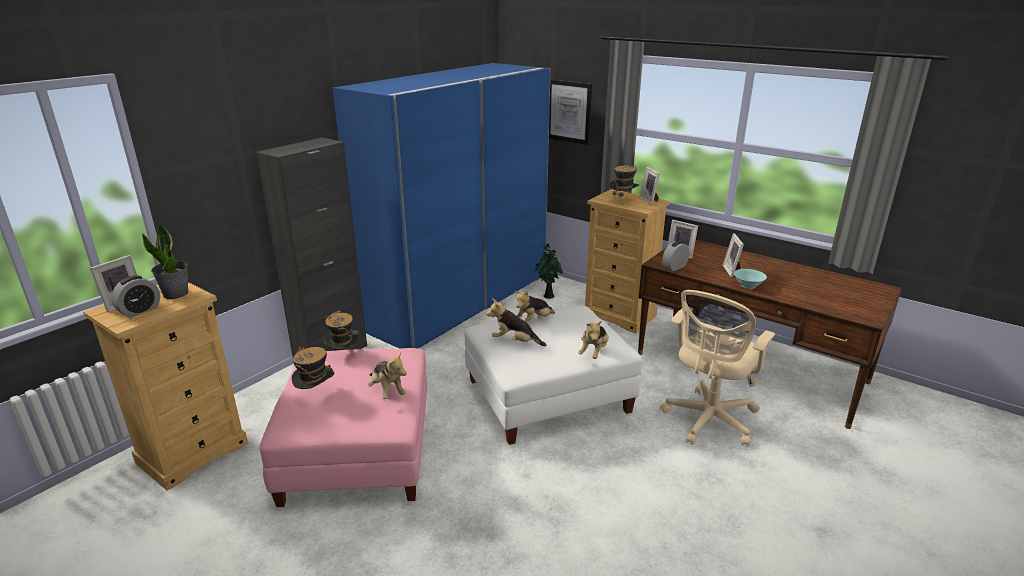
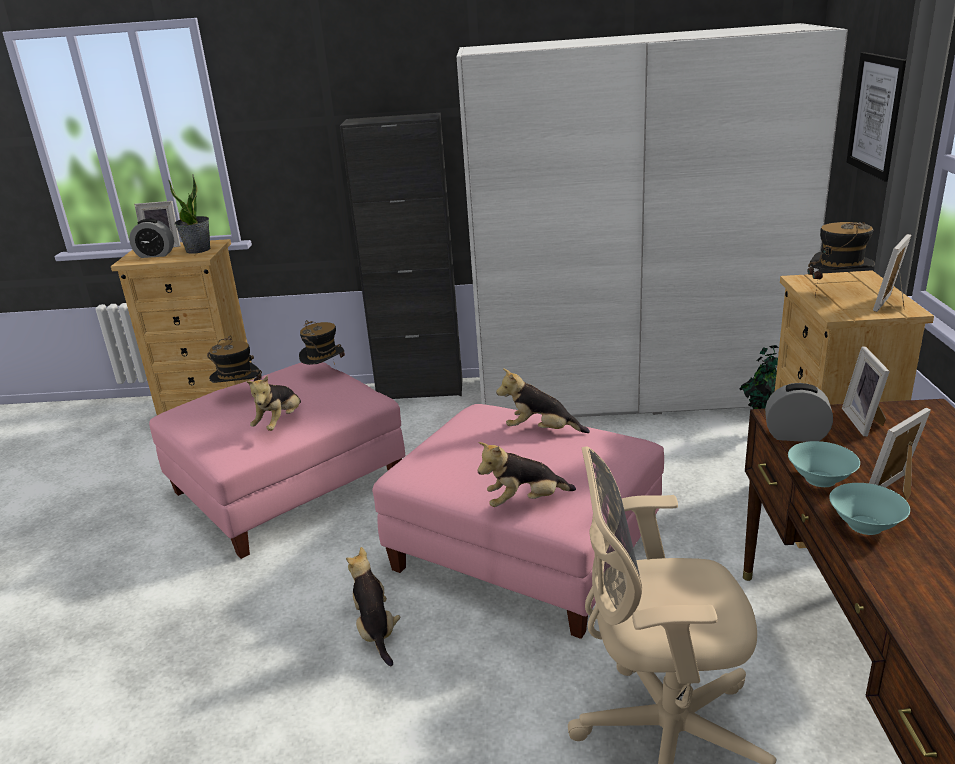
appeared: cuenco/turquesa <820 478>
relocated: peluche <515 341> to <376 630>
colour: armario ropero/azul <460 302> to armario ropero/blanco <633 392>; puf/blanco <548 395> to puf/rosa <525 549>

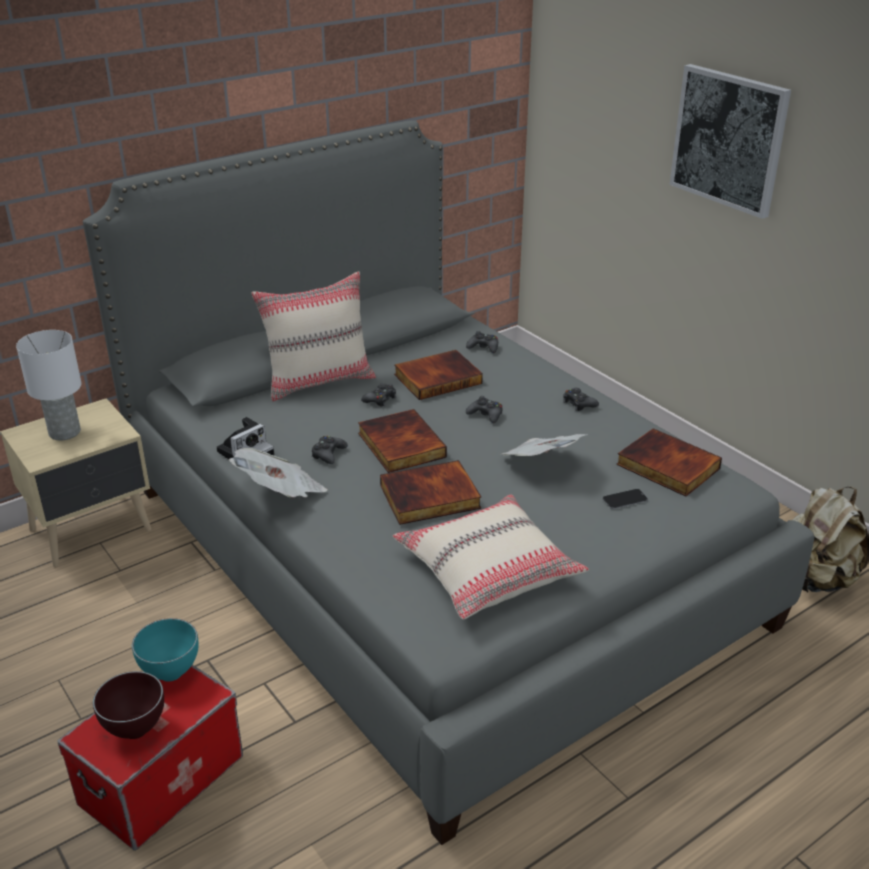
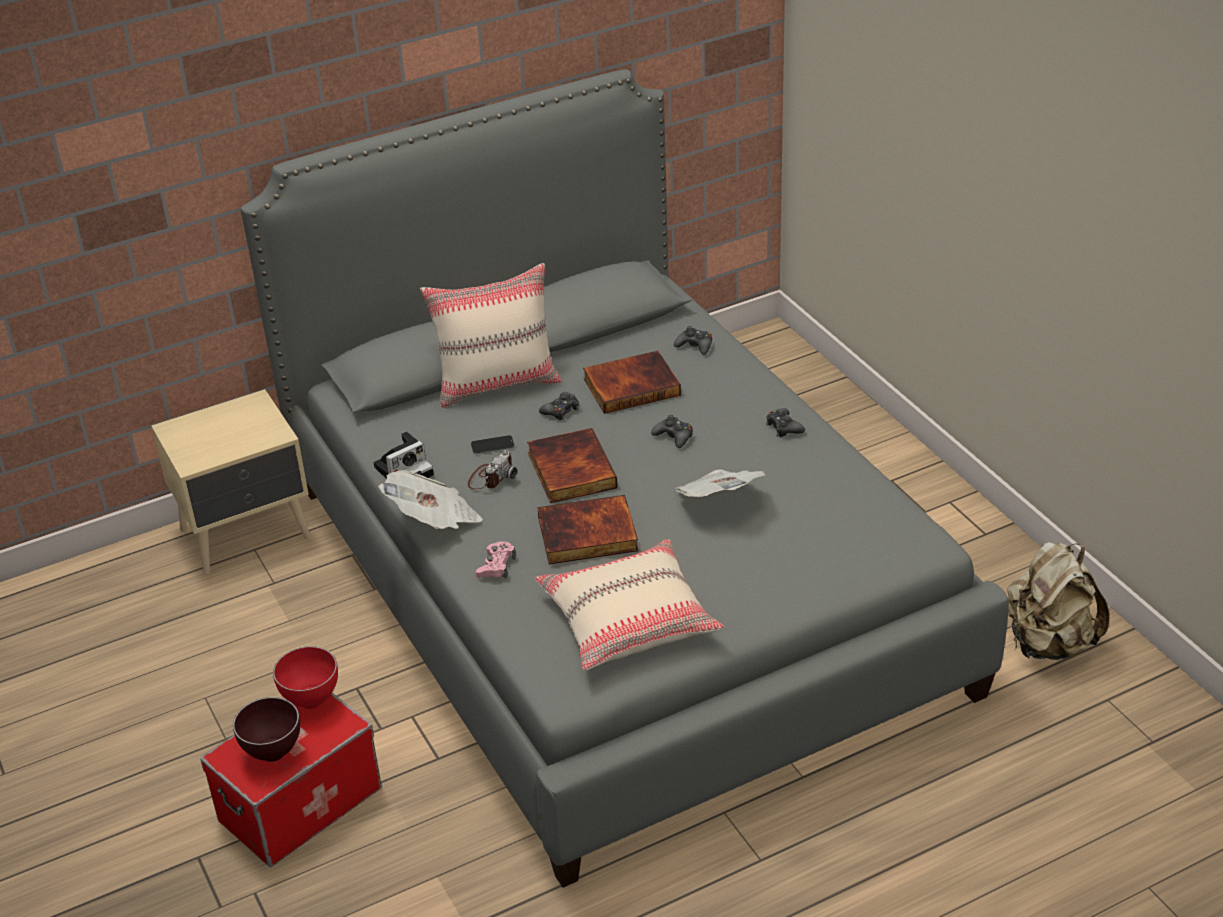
missing: cuadro <729 139>; lámpara de mesa/blanco <64 432>; libro <666 467>
appeared: mando de consola/rosa <496 566>
relocated: móvil <625 500> to <492 446>
exchanged: mando de consola/negro <328 454> to cámara <491 477>
colour: cuenco/turquesa <171 675> to cuenco/rojo <311 702>

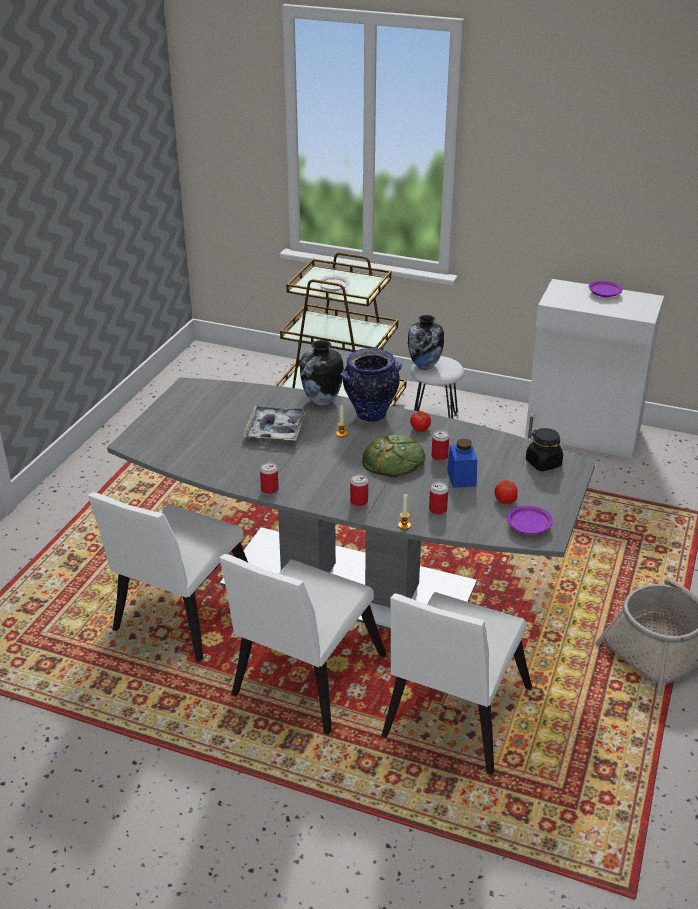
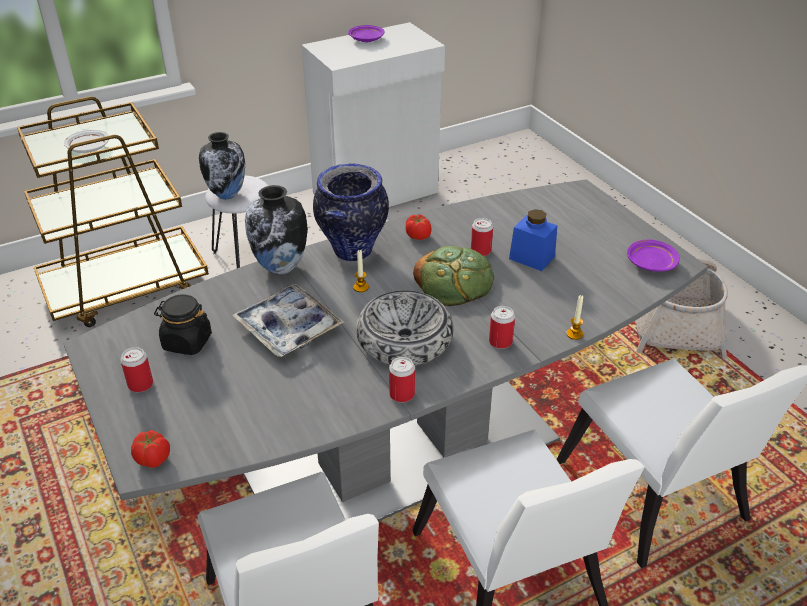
appeared: cuenco <404 340>
relocated: tarro/negro <543 463> to <187 342>; tomate <505 500> to <153 459>; lata <437 510> to <140 384>

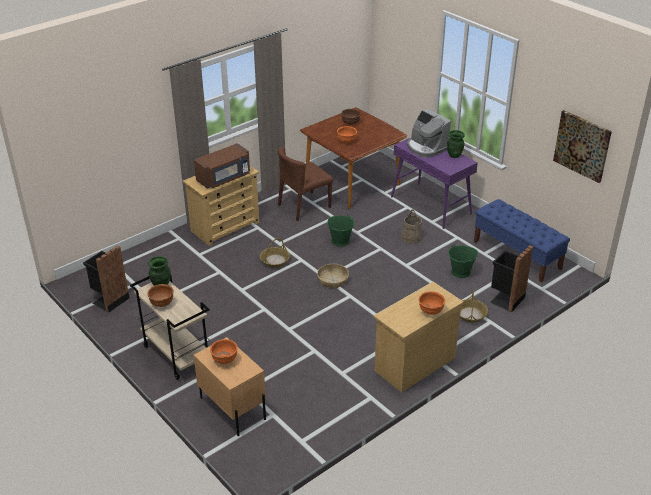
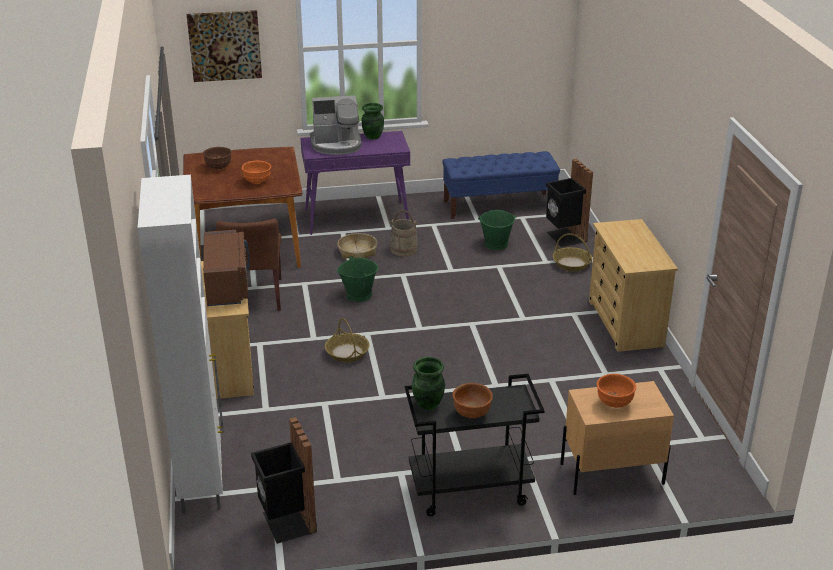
missing: cuenco/naranja <430 311>
appeared: armario/blanco <202 480>
relocated: cuadro <582 145> to <225 45>; cesta <333 280> to <357 252>
colour: carrito/beis <176 354> to carrito/negro <469 491>

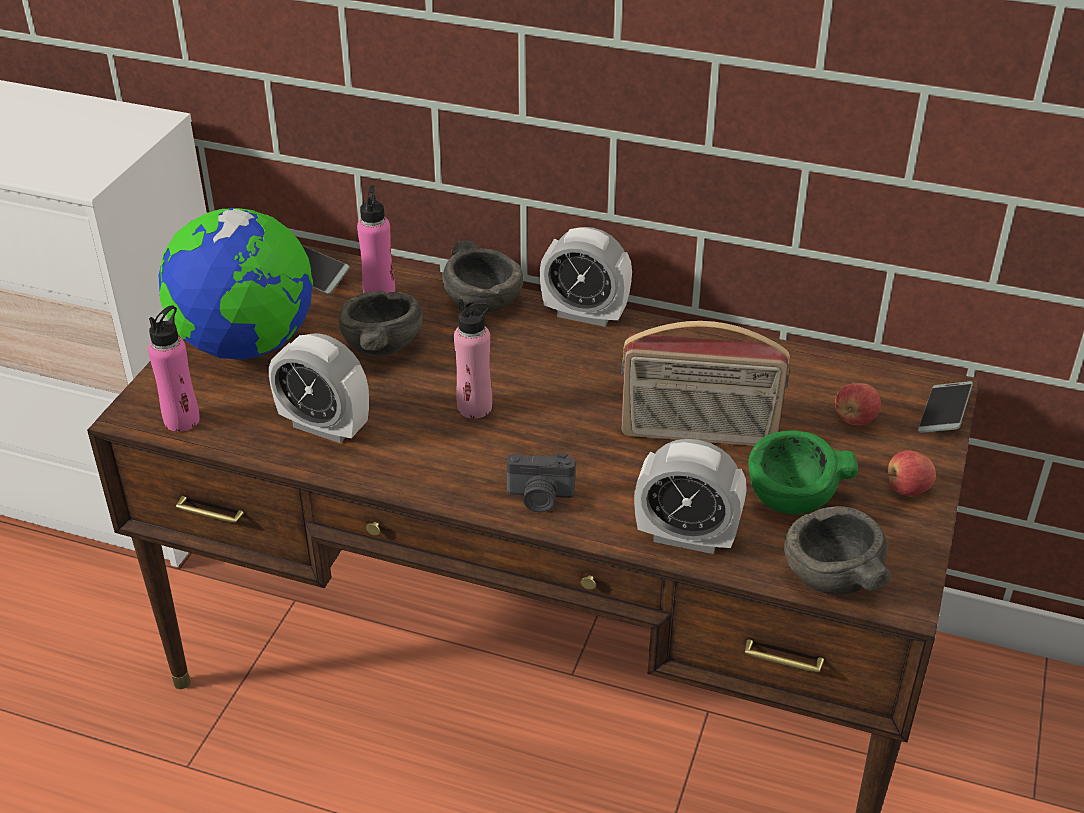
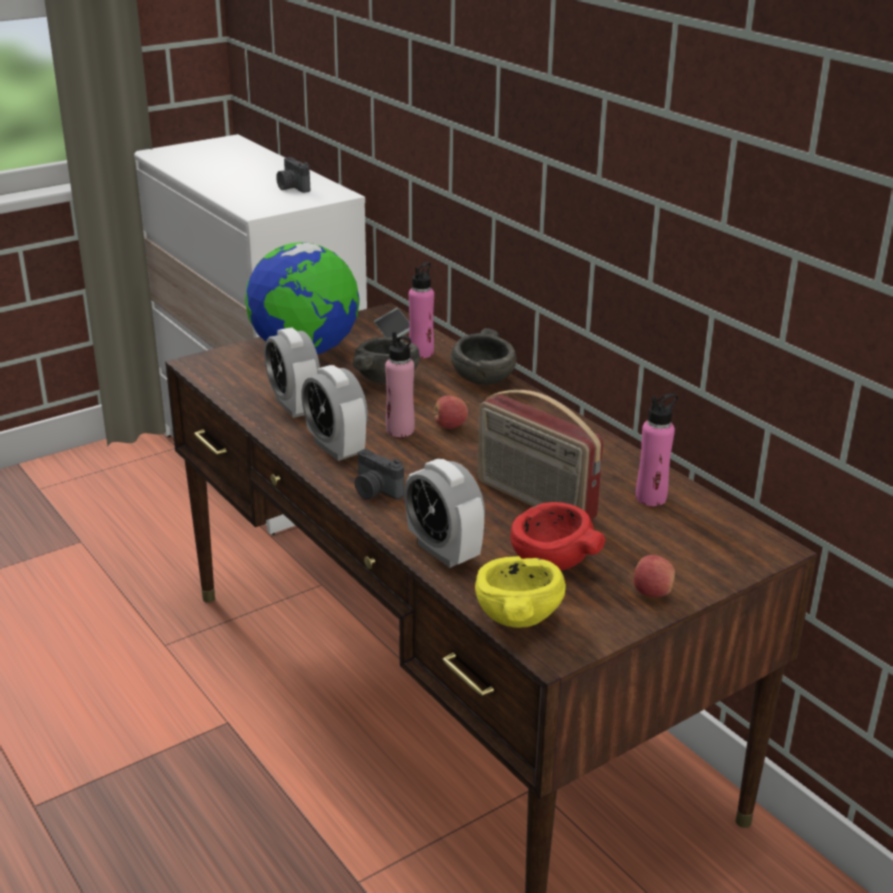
missing: móvil <944 414>
appeared: cámara <292 188>
relocated: despertador <584 314> to <336 448>; botella/rosa <182 420> to <651 498>; manzana <854 419> to <449 426>
colour: cuenco/verde <790 498> to cuenco/rojo <551 561>; cuenco/gris <830 576> to cuenco/amarillo <516 616>

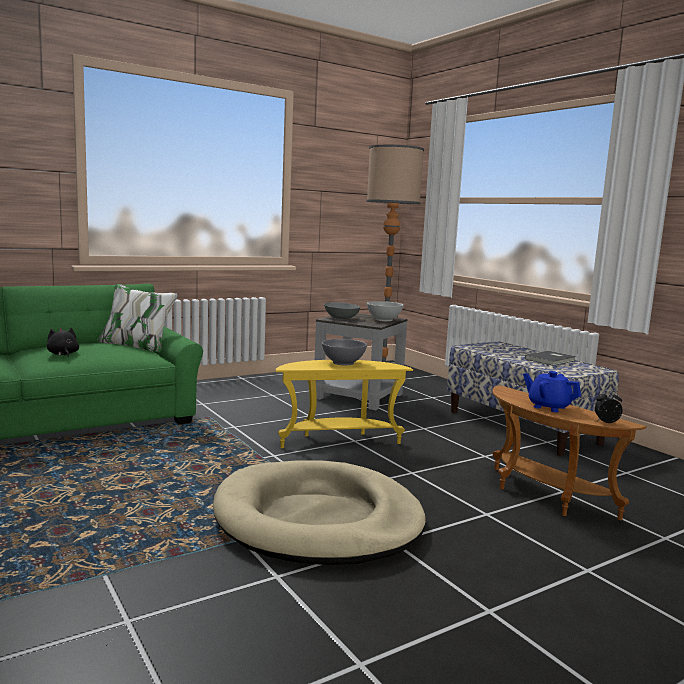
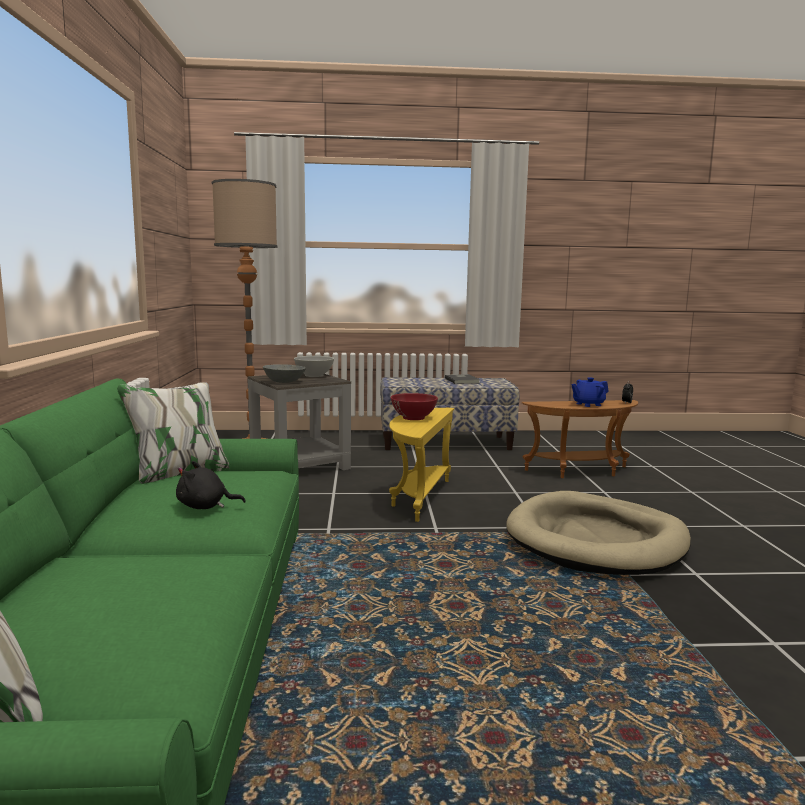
colour: cuenco/gris <343 363> to cuenco/rojo <414 418>

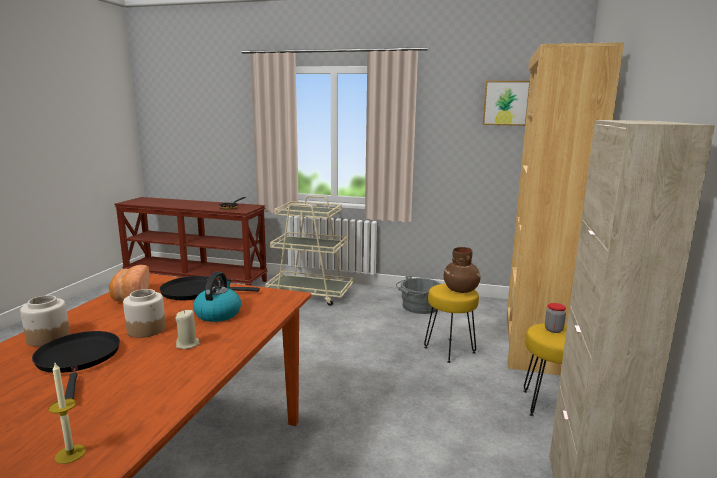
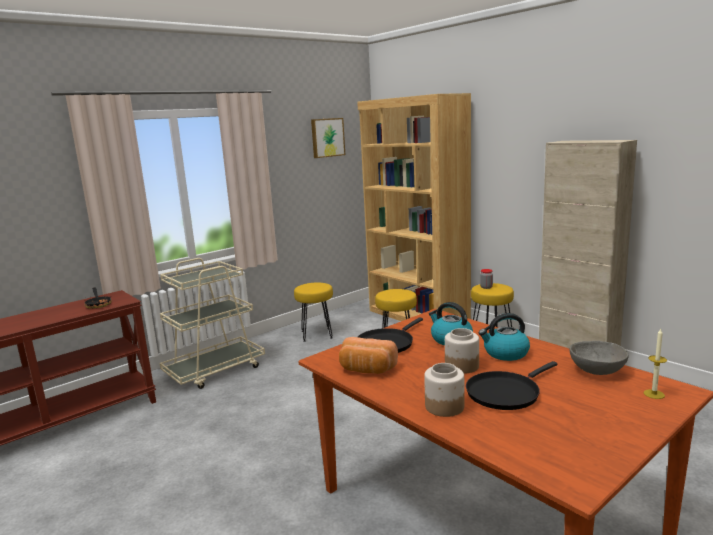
missing: florero/marrón <461 290>
appeared: cuenco/gris <596 371>
exchanged: cubo/gris <418 307> to taburete/amarillo <317 334>; vela/beis <188 344> to hervidor <505 353>
spun: sartén/negro <79 359> = <505 393> 45 degrees counterclockwise

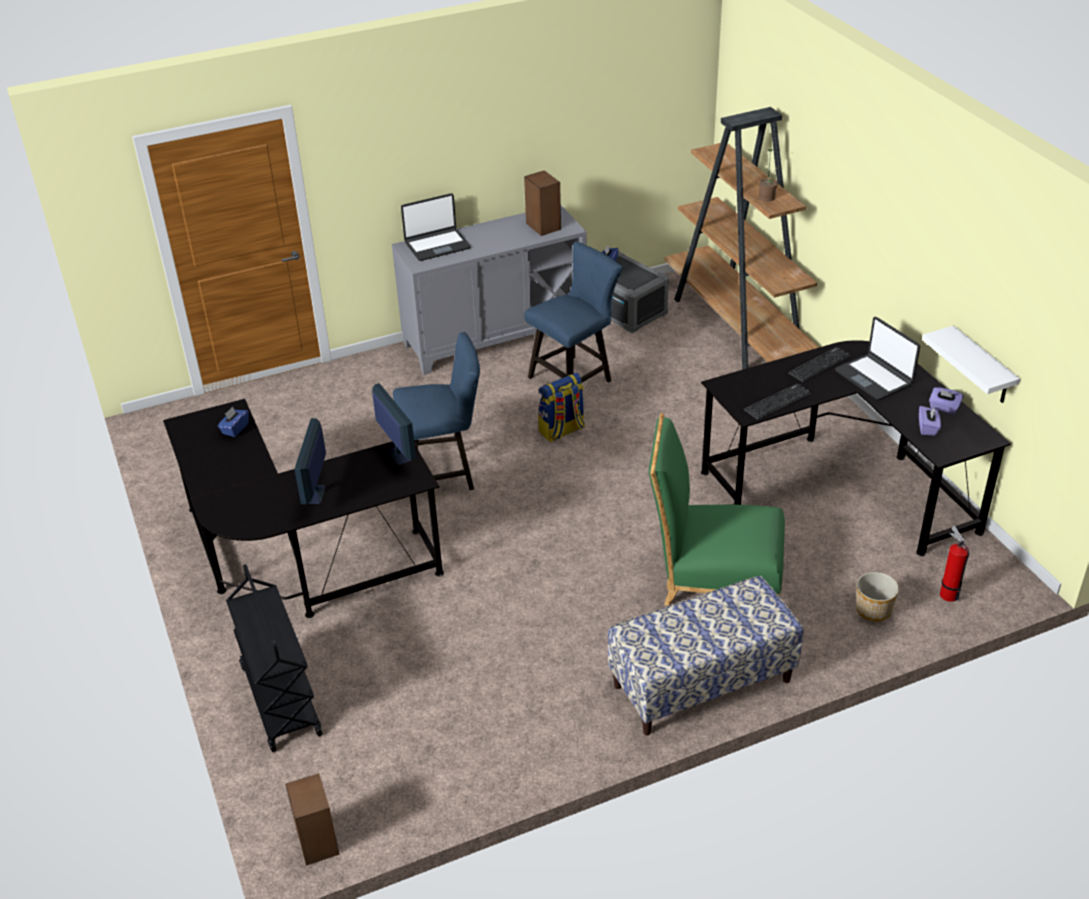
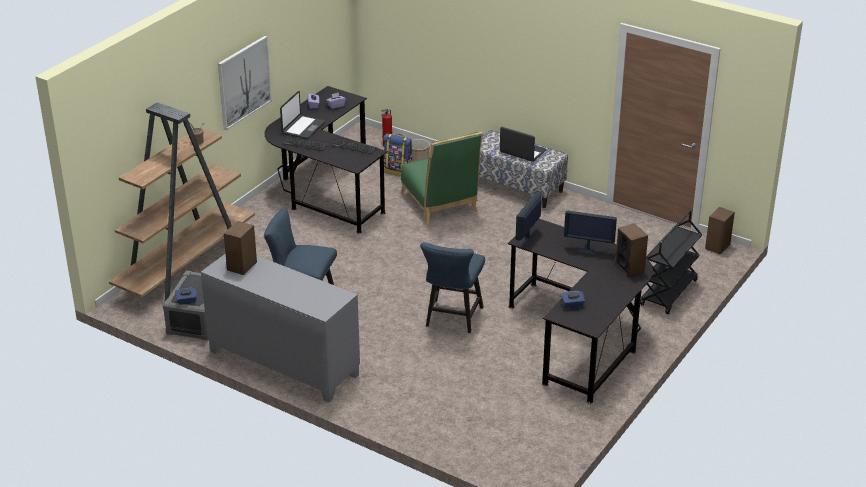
missing: estante/blanco <982 367>
appeared: cuadro <244 82>; altavoz <629 267>
relocated: portátil <437 245> to <522 152>; mochila <562 431> to <398 171>
spun: silla/azul <444 473> = <452 319> 120 degrees counterclockwise; monitor <315 494> = <588 250> 45 degrees clockwise

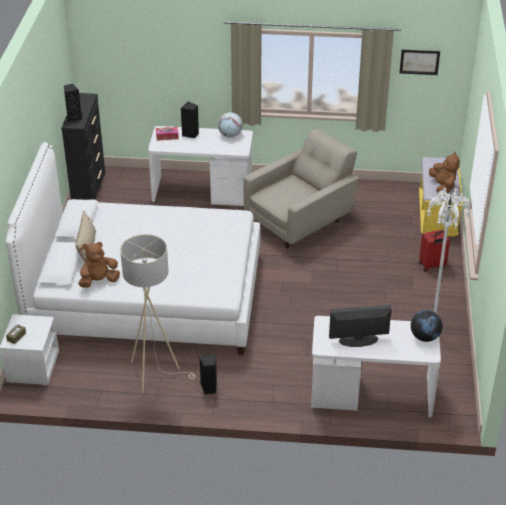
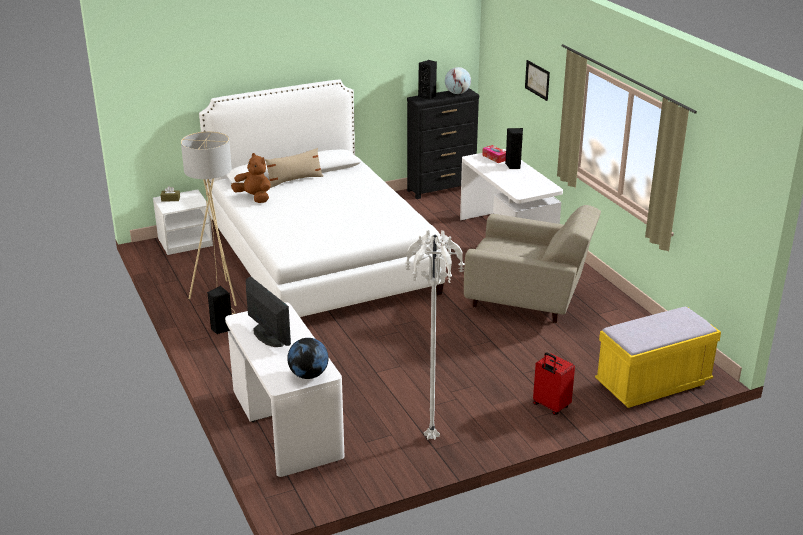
missing: peluche/marrón <443 187>
relocated: cuadro <419 62> to <537 80>; globo terráqueo <230 135> to <457 93>

